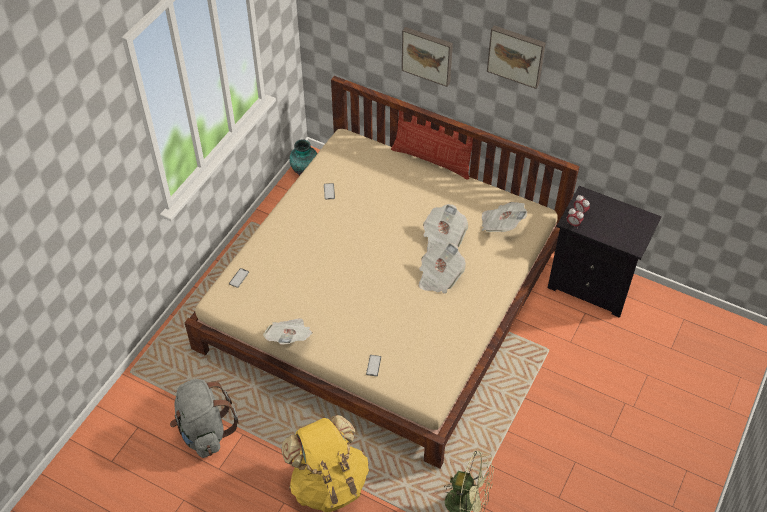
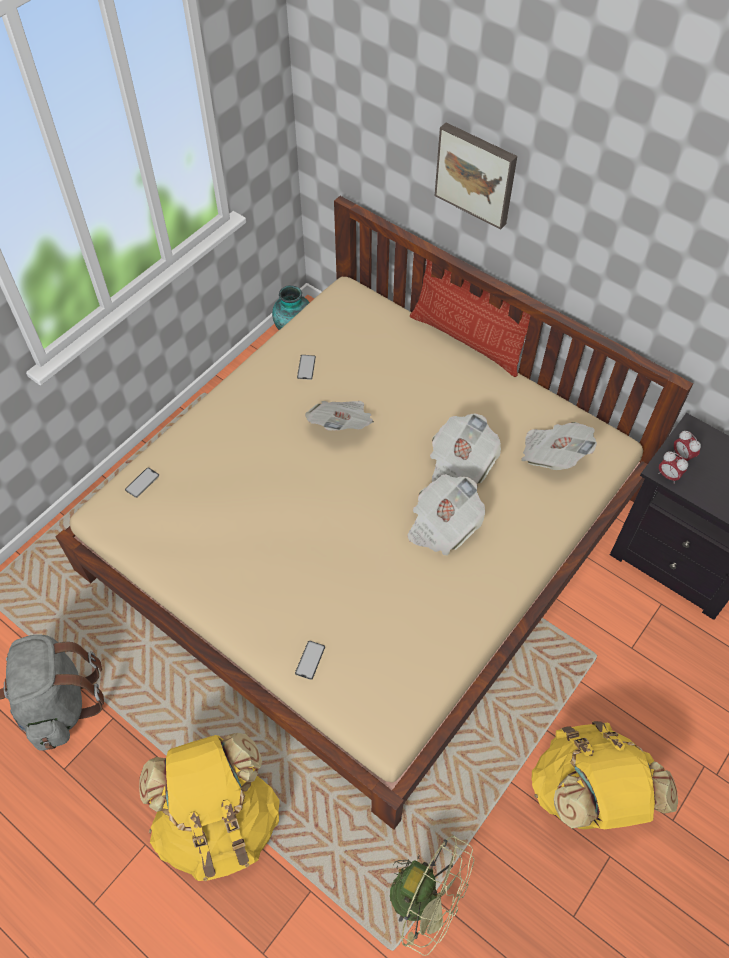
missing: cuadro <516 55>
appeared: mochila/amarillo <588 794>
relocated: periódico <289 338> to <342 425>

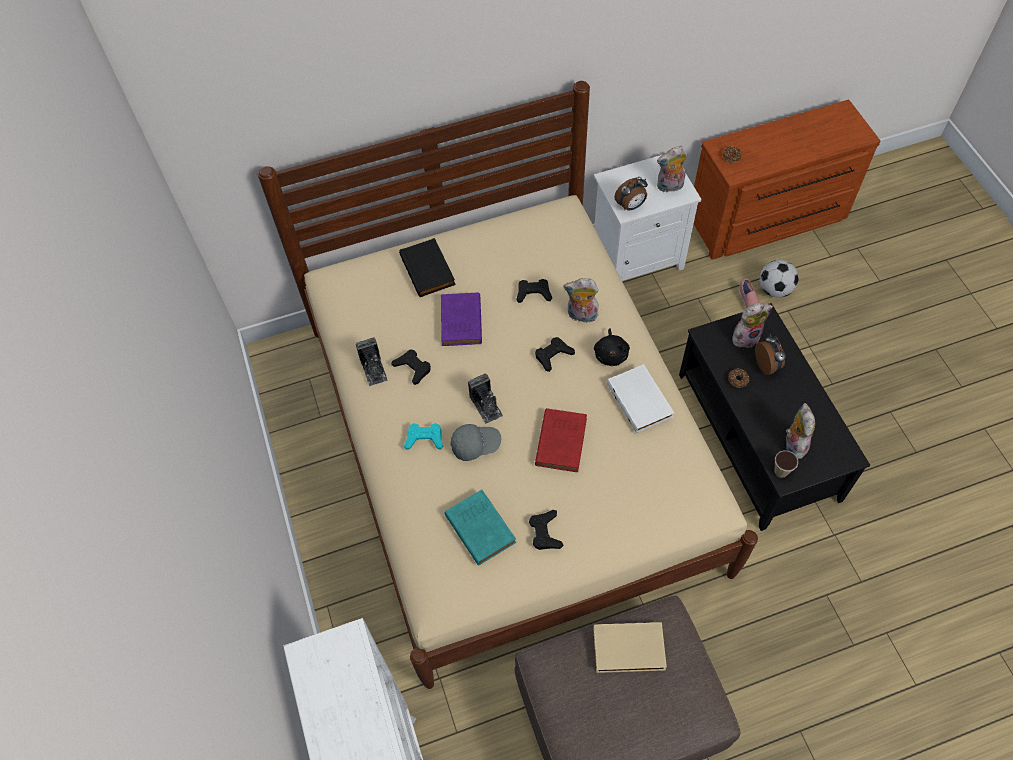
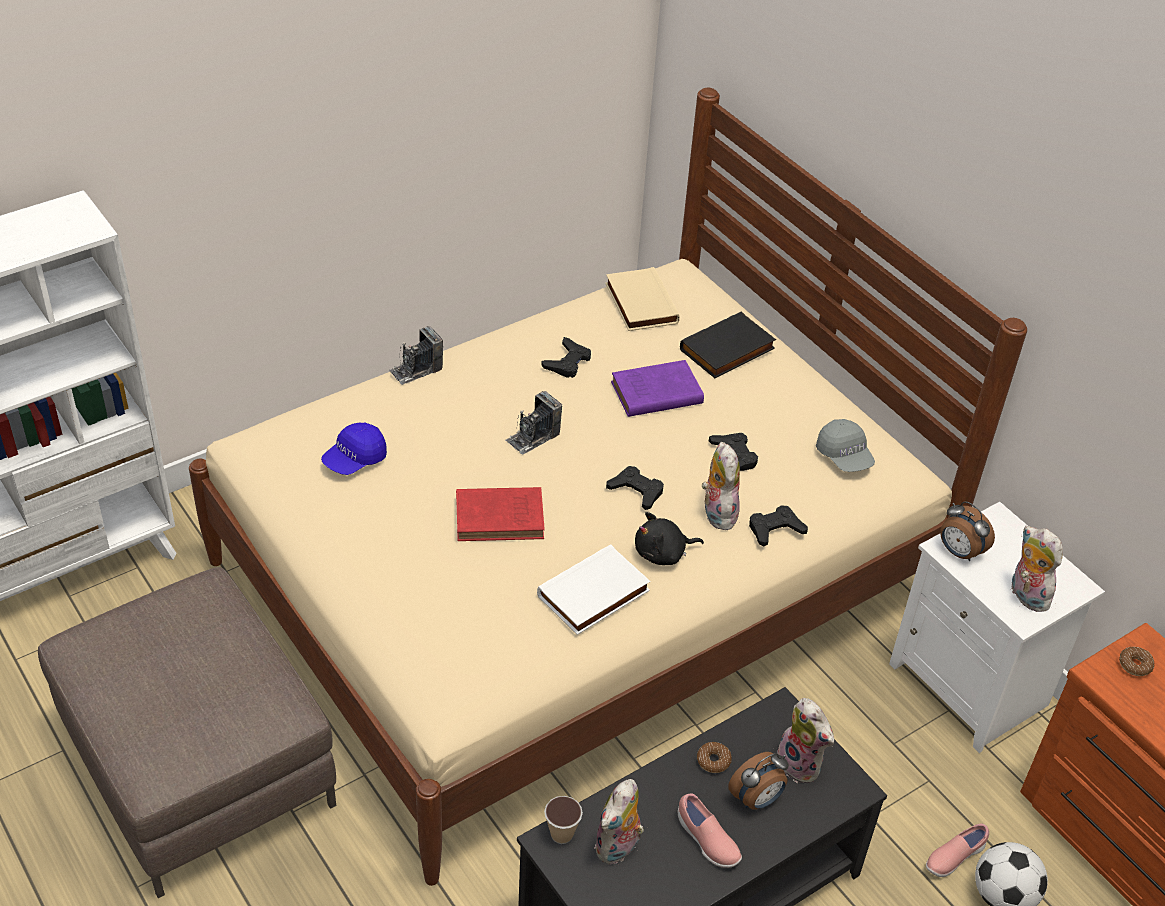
missing: mando de consola/turquesa <424 438>
appeared: zapato/rosa <706 841>
relocated: cámara <373 369> to <416 370>; gorra/gris <475 445> to <844 456>; mando de consola/negro <545 532> to <775 529>; libro/beis <628 650> to <639 303>
exchanged: libro/turquesa <479 527> to gorra/azul <355 459>
spun: peluche <793 443> = <618 848> 135 degrees clockwise

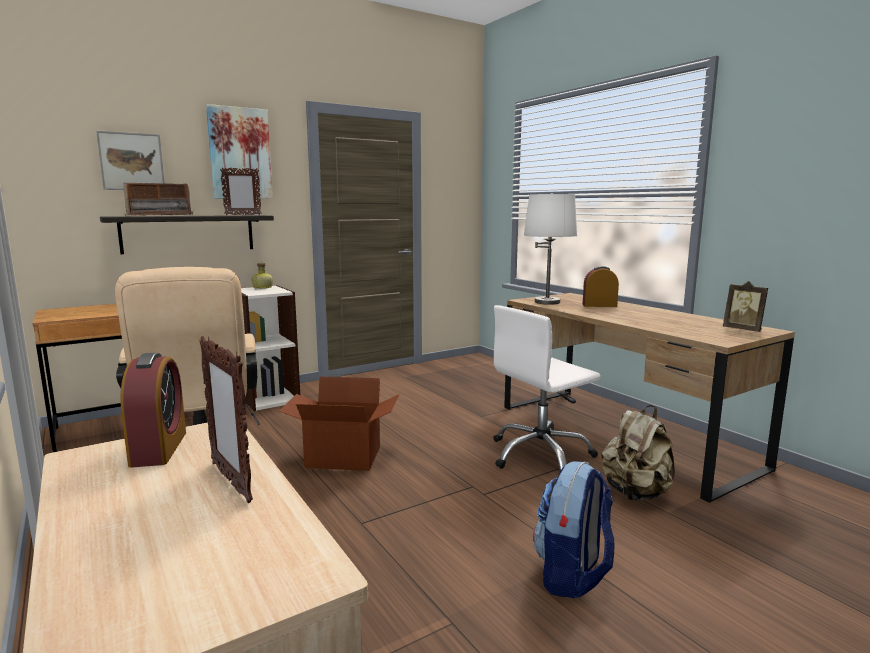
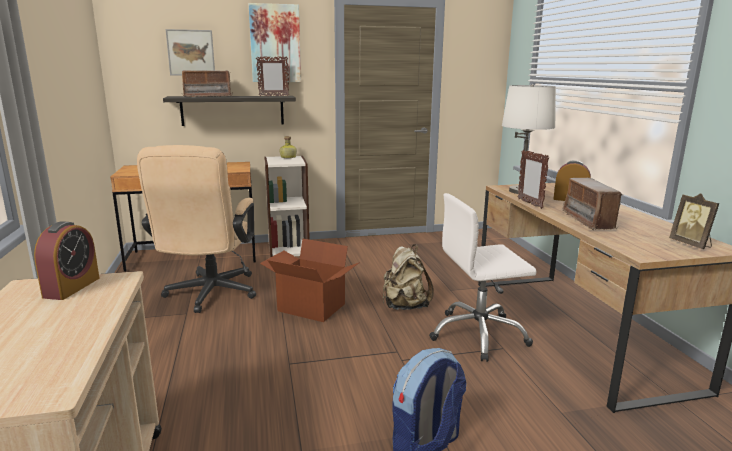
appeared: radio <589 220>
relocated: portarretratos <231 481> to <529 203>; mochila/beis <636 493> to <404 306>

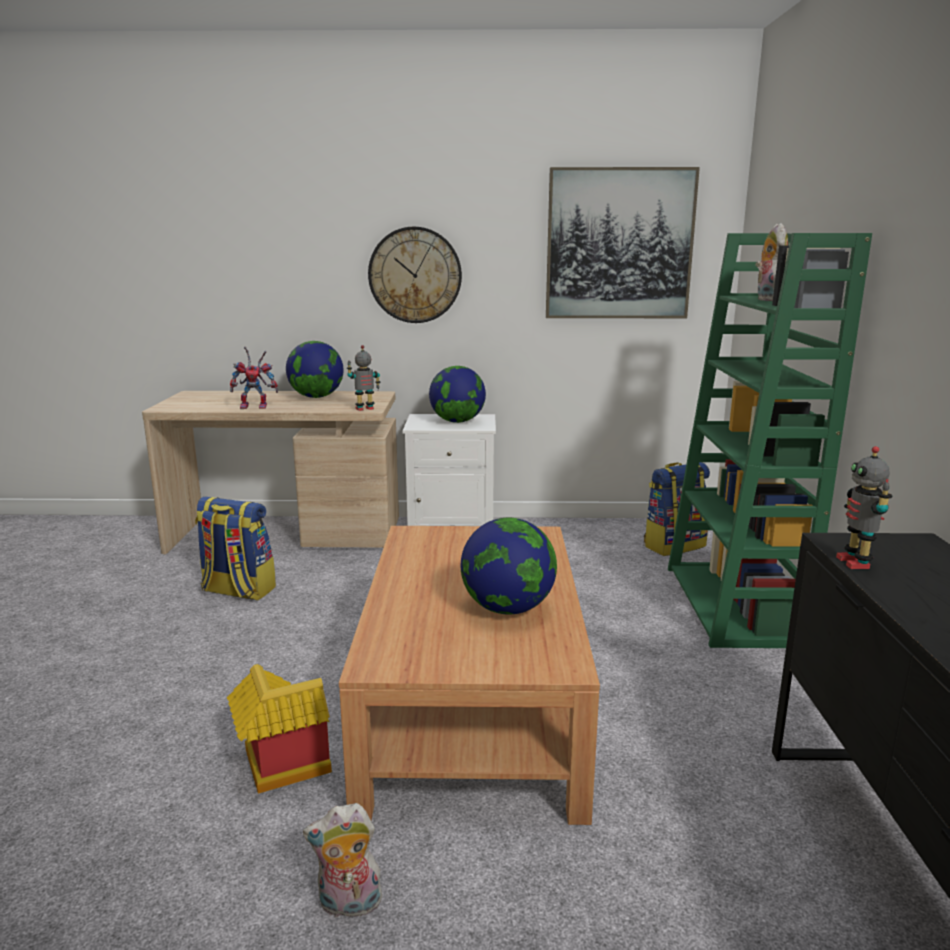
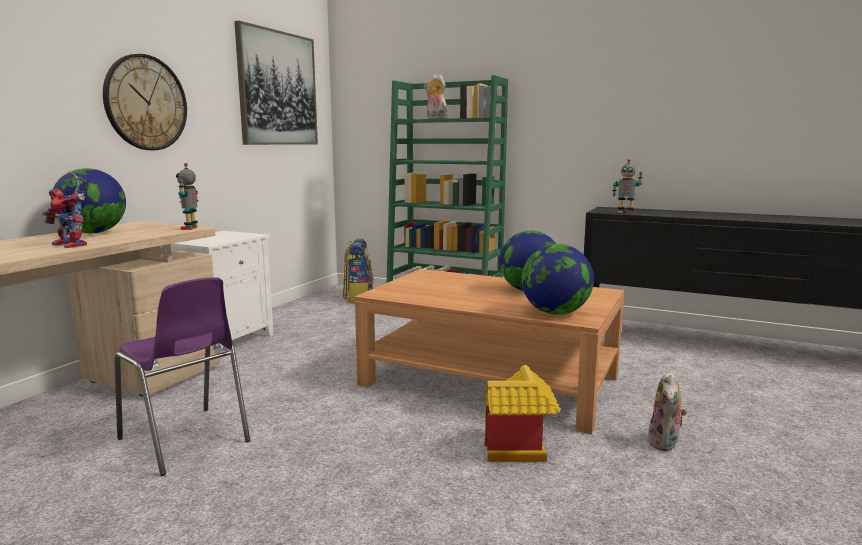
relocated: globo terráqueo <457 421> to <555 313>
exchanged: mochila <237 591> to silla/morado <186 441>
spun: robot de juguete <256 406> = <74 245> 105 degrees clockwise

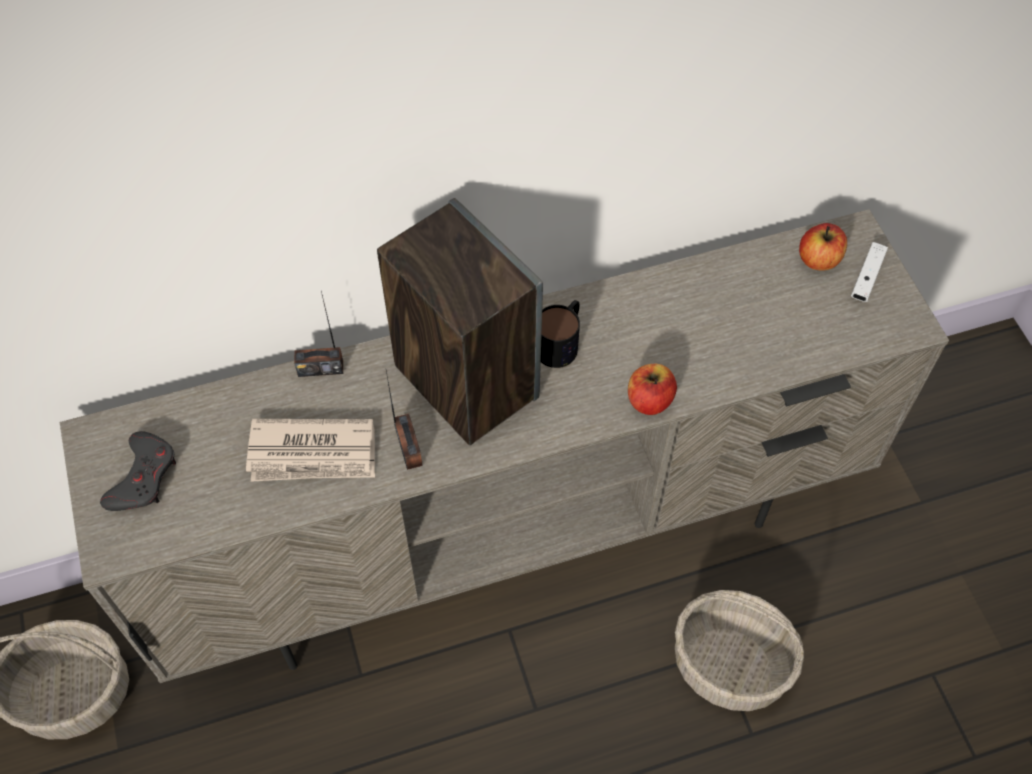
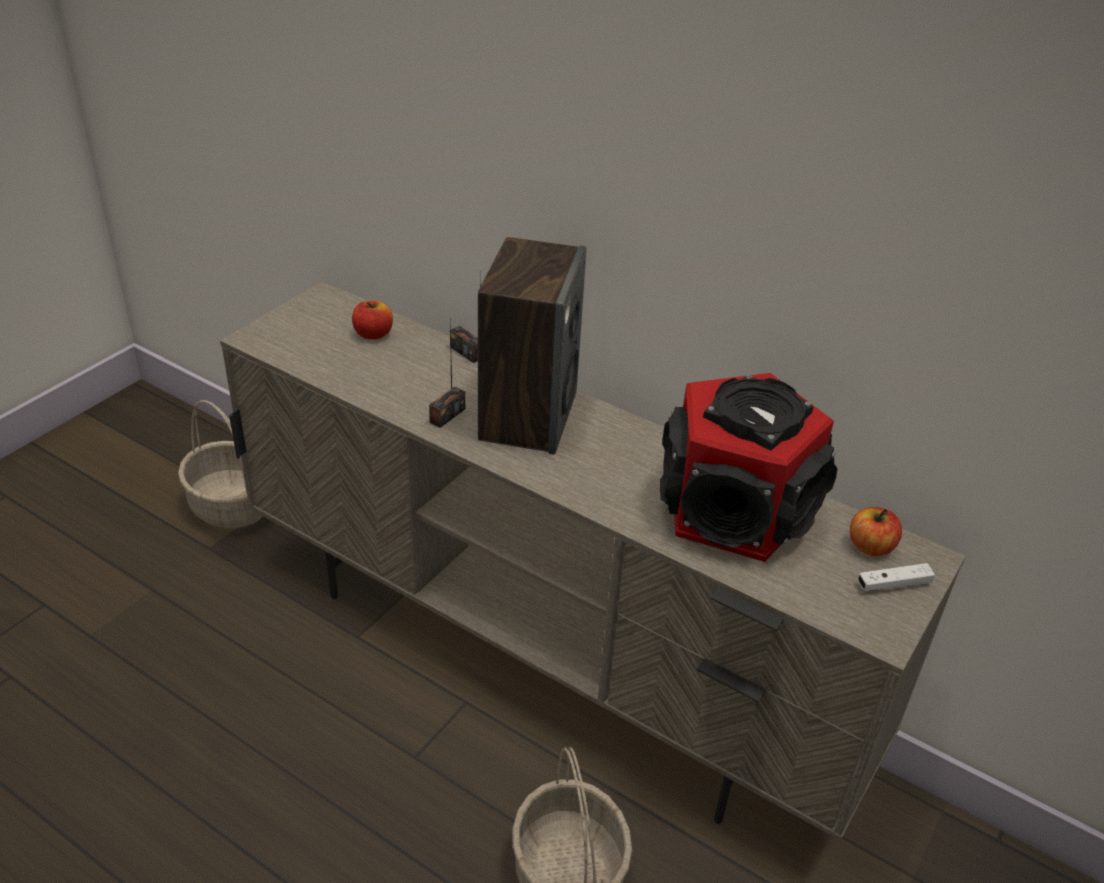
missing: taza grande <561 341>; periódico <313 453>; mando de consola/gris <143 477>
appeared: altavoz <734 510>
relocated: manzana <649 400> to <373 334>

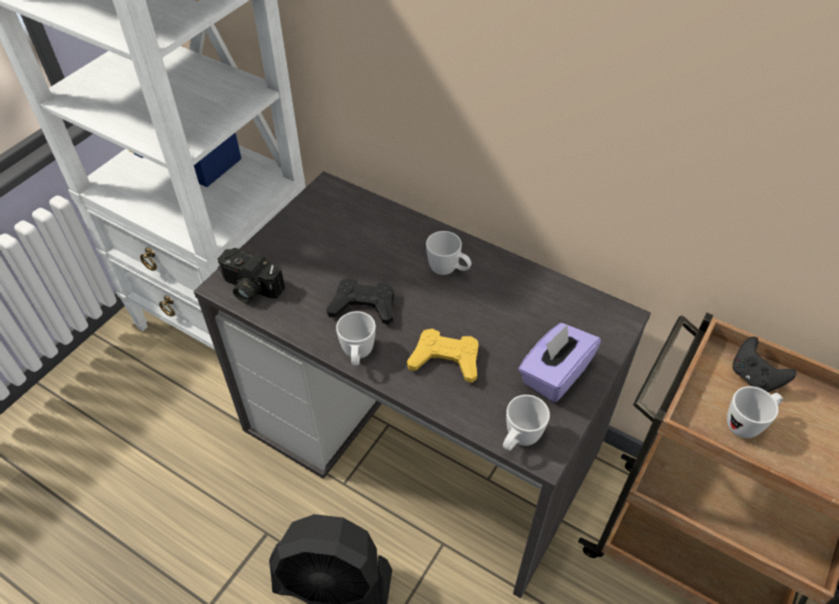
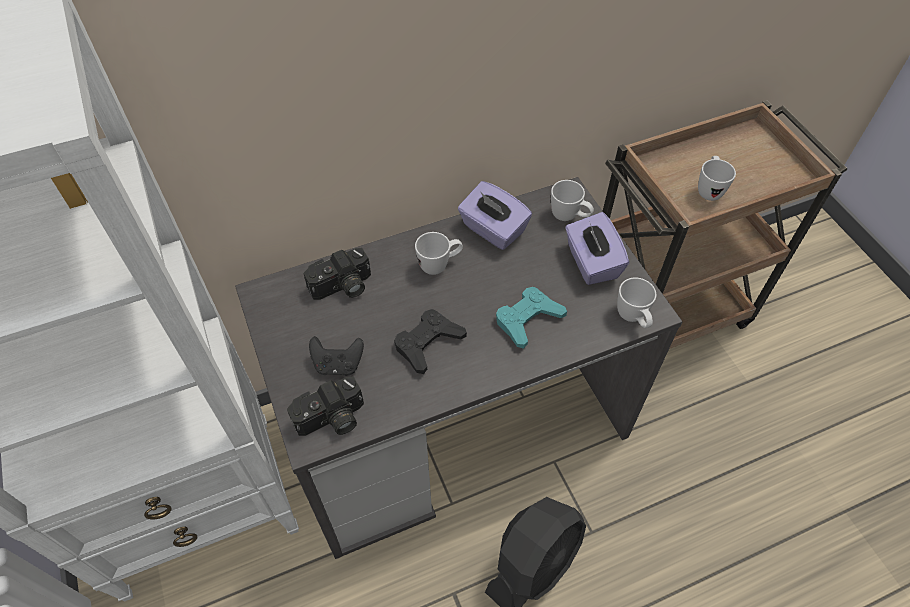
appeared: caja de pañuelos/morado <492 230>; cámara <342 287>
relocated: taza grande/blanco <358 356> to <569 217>; mando de consola/negro <754 377> to <338 364>
colour: mando de consola/amarillo <445 359> to mando de consola/turquesa <528 319>

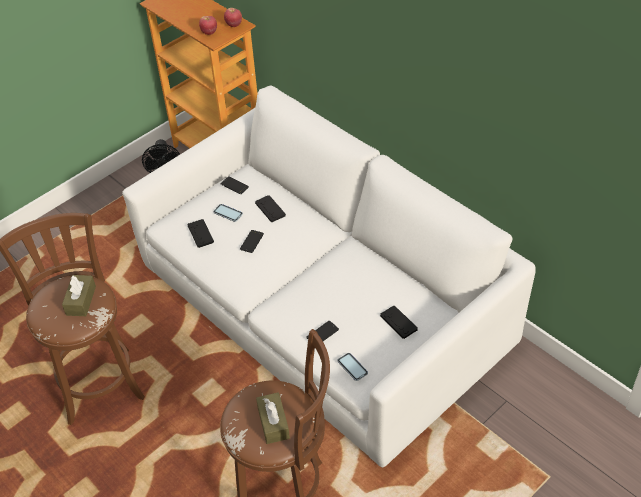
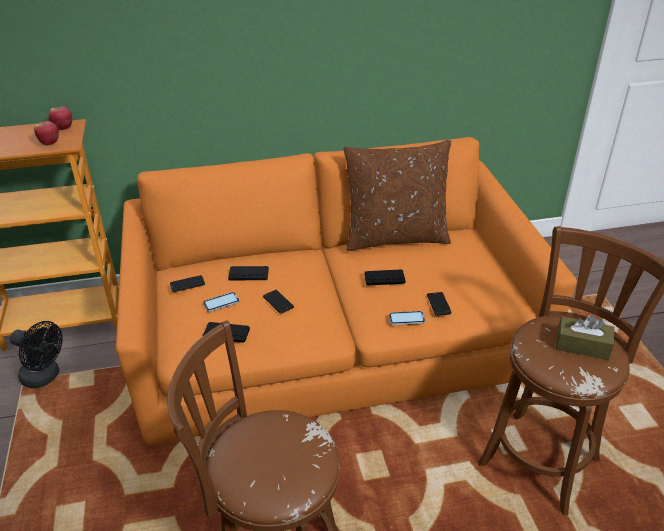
missing: caja de pañuelos/marrón <81 301>
appeared: cojín/marrón <395 237>
relocated: mando de consola/negro <398 322> to <384 278>; móvil <352 367> to <406 319>
colour: sofá/blanco <325 304> to sofá/naranja <333 334>

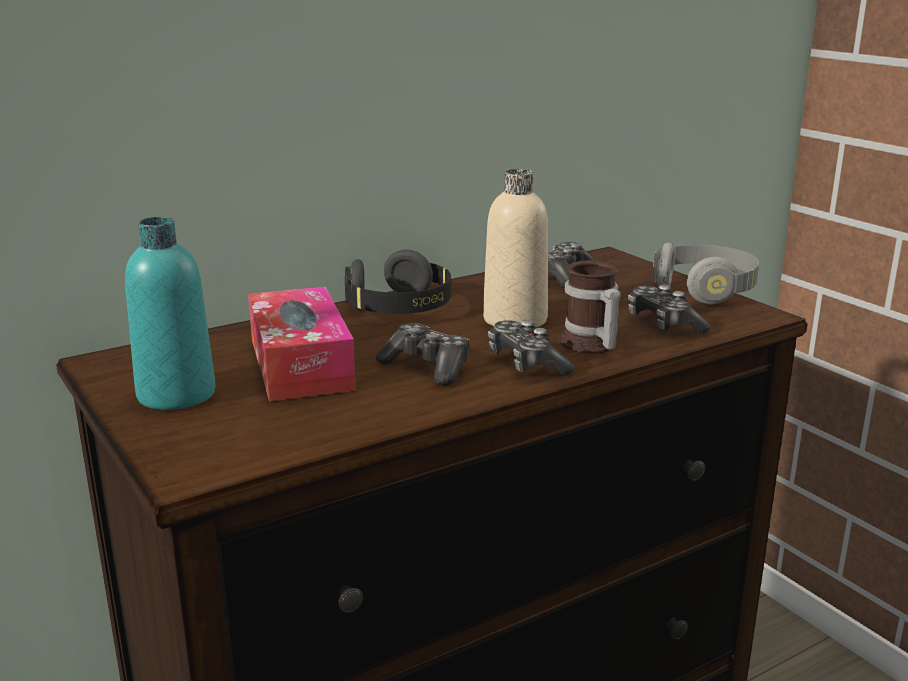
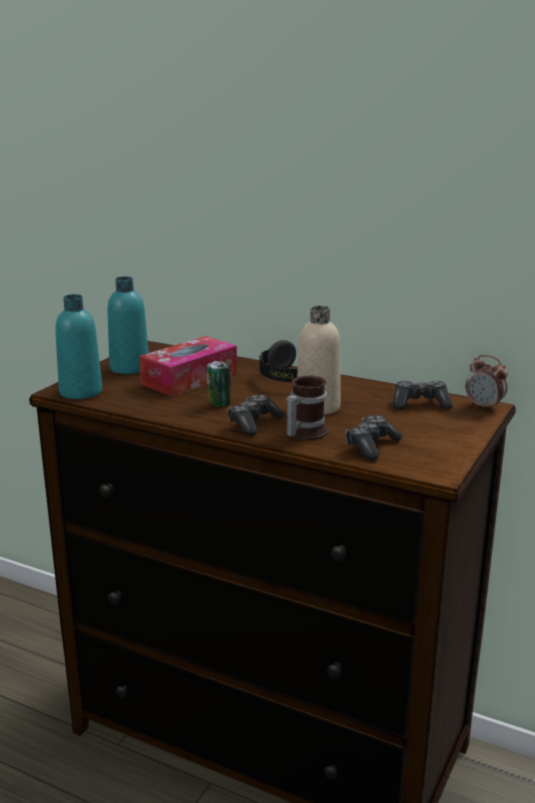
missing: auriculares/gris <704 290>
appeared: botella/turquesa <81 392>; despertador <484 407>
exchanged: mando de consola <427 367> to lata <219 403>

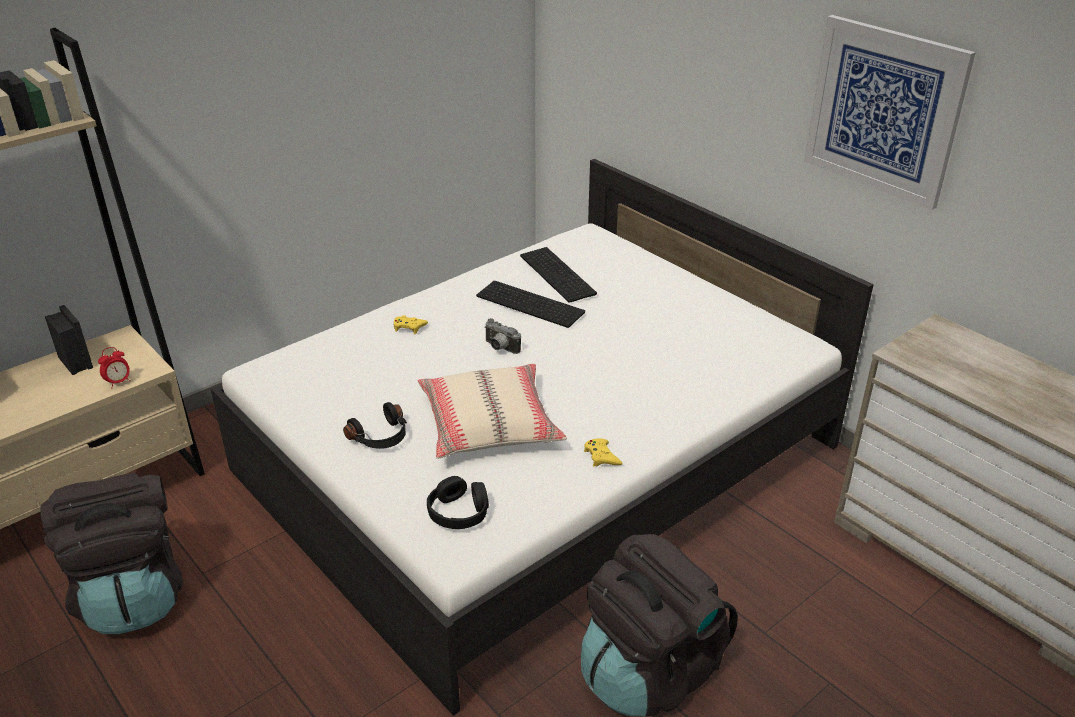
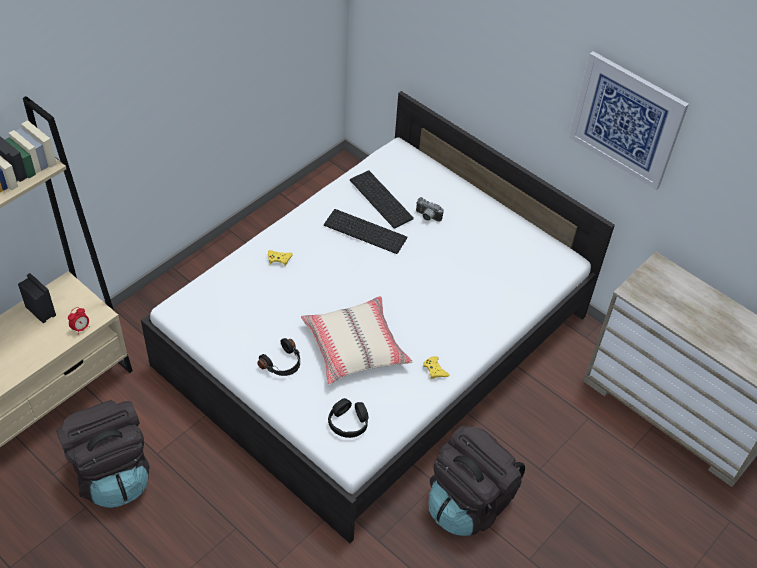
relocated: cámara <499 348> to <427 217>

